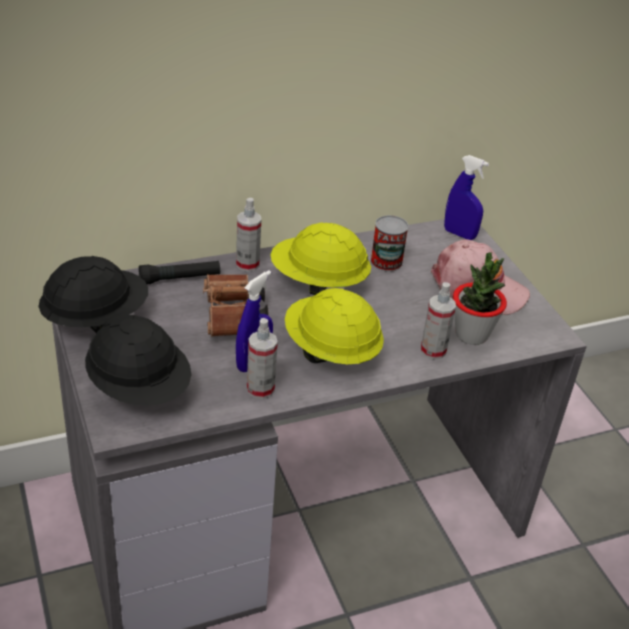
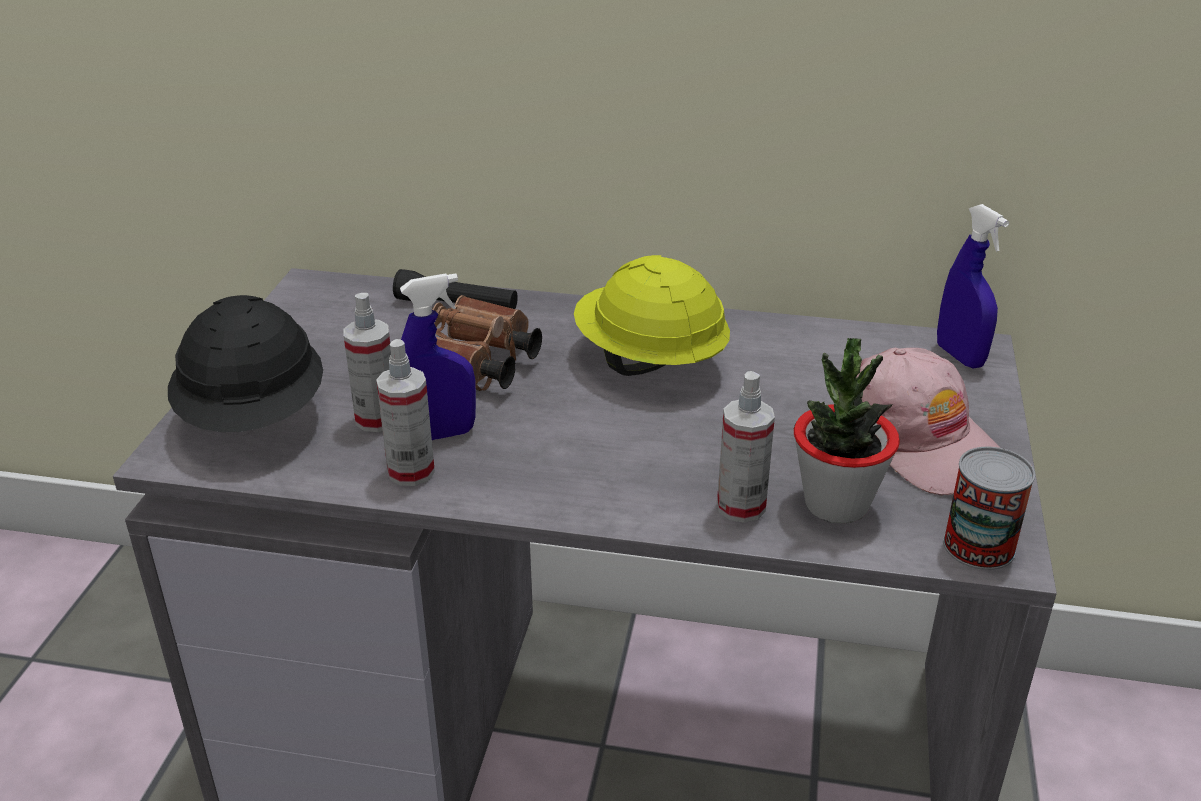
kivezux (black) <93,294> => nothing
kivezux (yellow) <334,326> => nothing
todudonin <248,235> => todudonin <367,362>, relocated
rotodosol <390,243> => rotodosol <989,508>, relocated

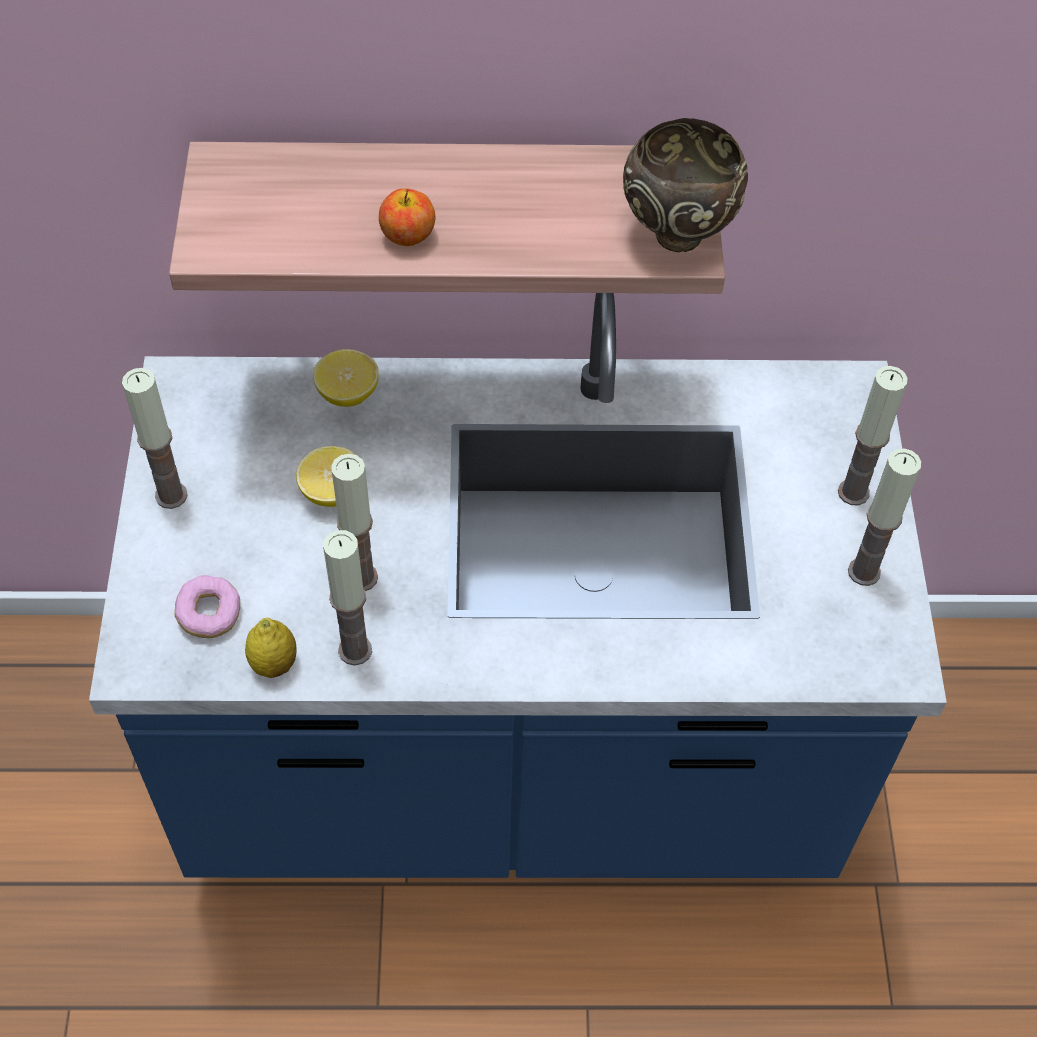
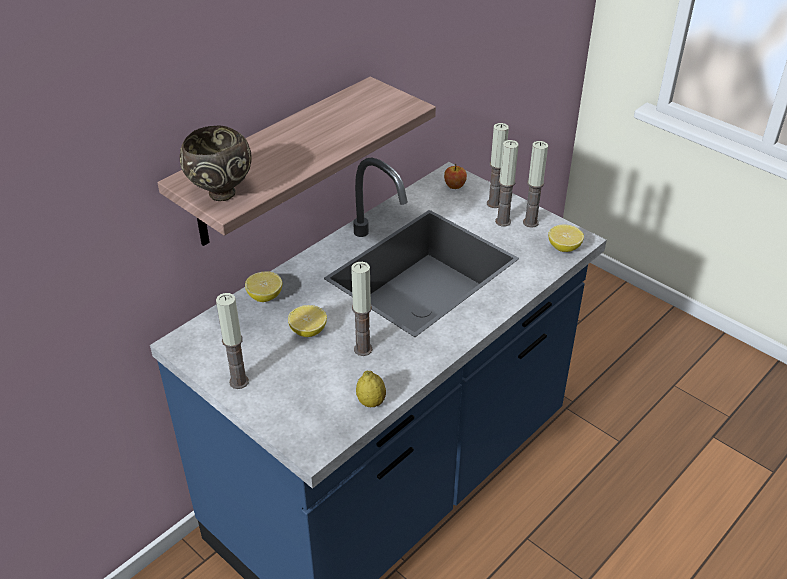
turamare <207,606> => nothing
nothing => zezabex <566,238>
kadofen <347,598> => kadofen <507,183>, relocated
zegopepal <407,217> => zegopepal <455,176>, relocated
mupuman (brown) <685,185> => mupuman (brown) <216,163>, relocated

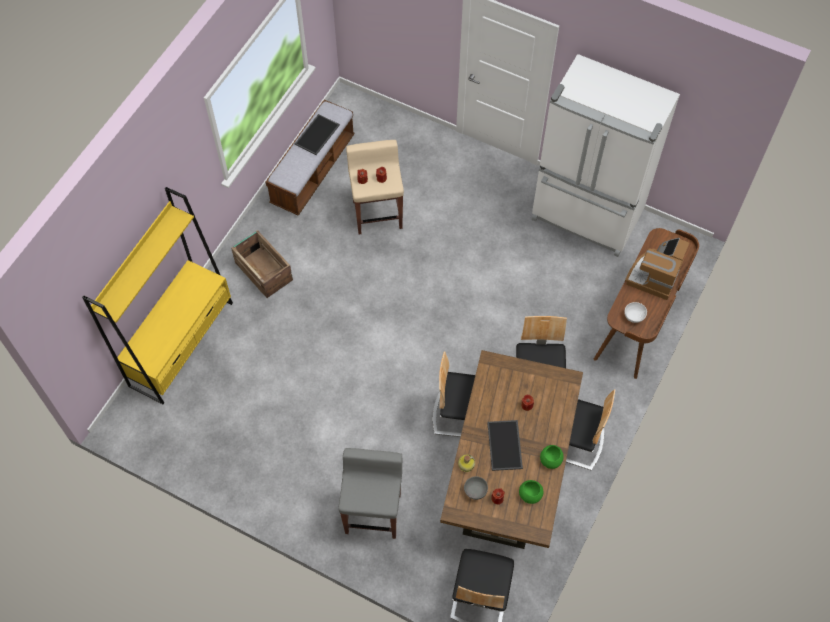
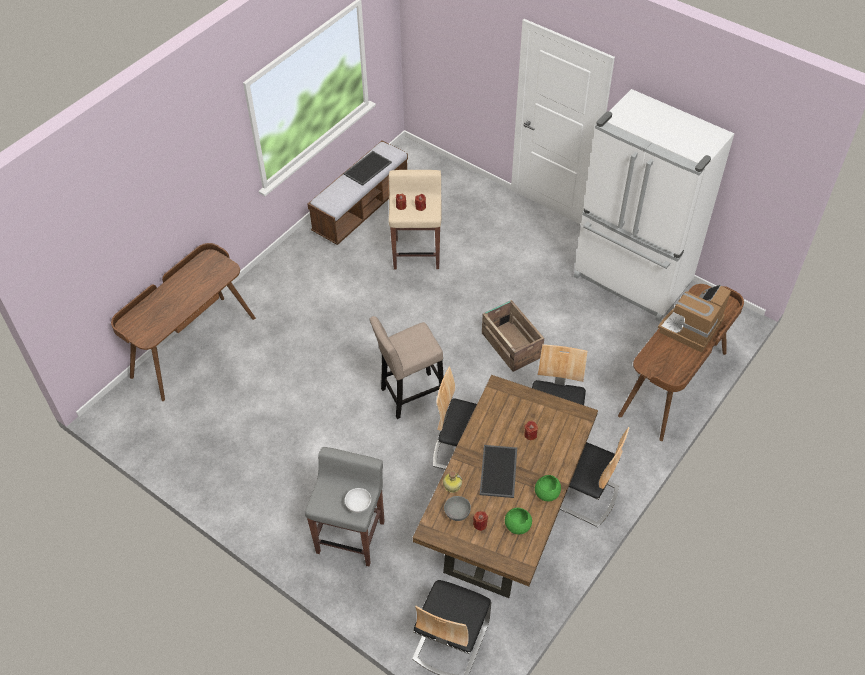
nothing => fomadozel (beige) <407,367>
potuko <262,264> => potuko <513,336>, relocated
mupuman (white) <635,312> => mupuman (white) <358,500>, relocated
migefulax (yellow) <157,295> => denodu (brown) <183,322>

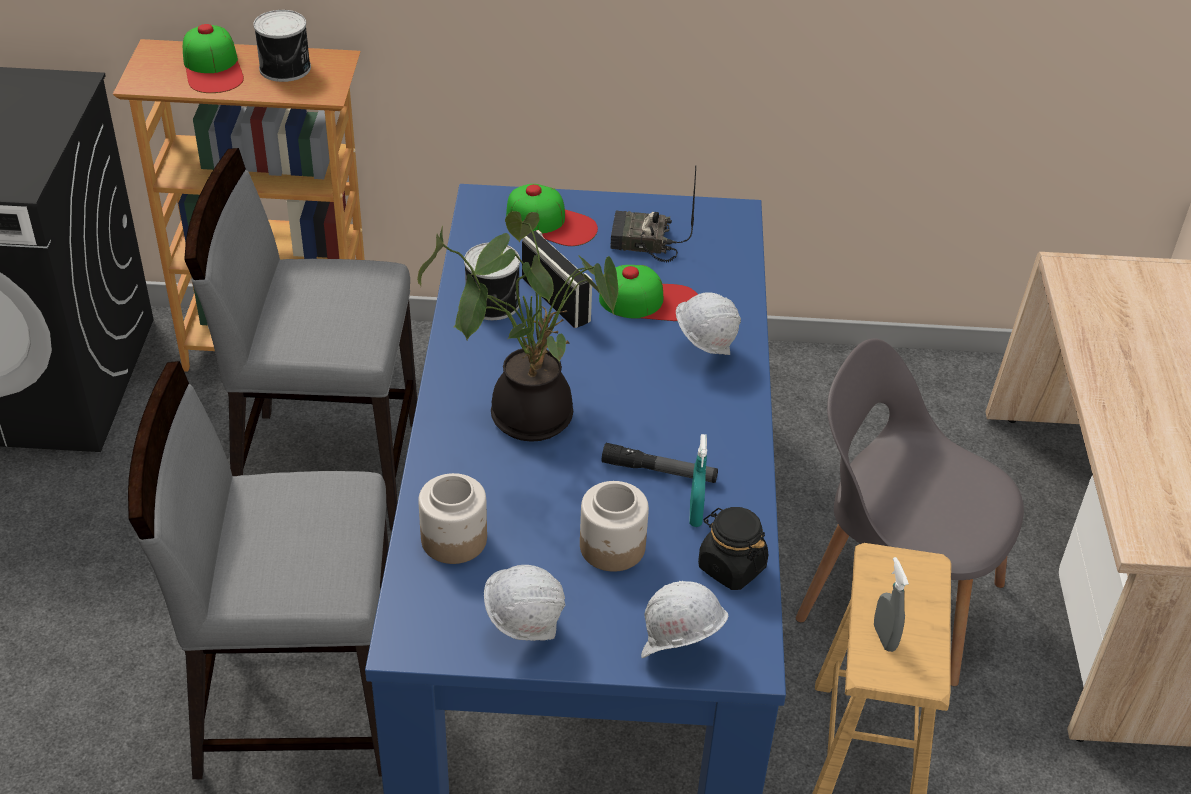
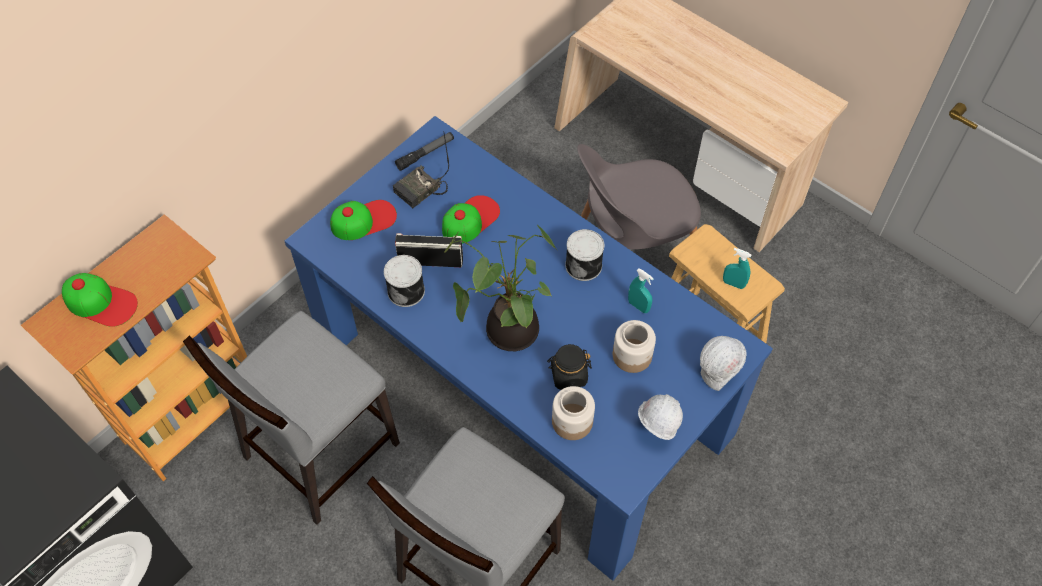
kivezux (white) <708,323> => nothing
rotodosol <282,46> => rotodosol <584,255>, relocated
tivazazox <660,463> => tivazazox <424,151>, relocated
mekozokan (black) <733,548> => mekozokan (black) <569,367>, relocated
todudonin (grey) <891,604> => todudonin (turquoise) <737,268>

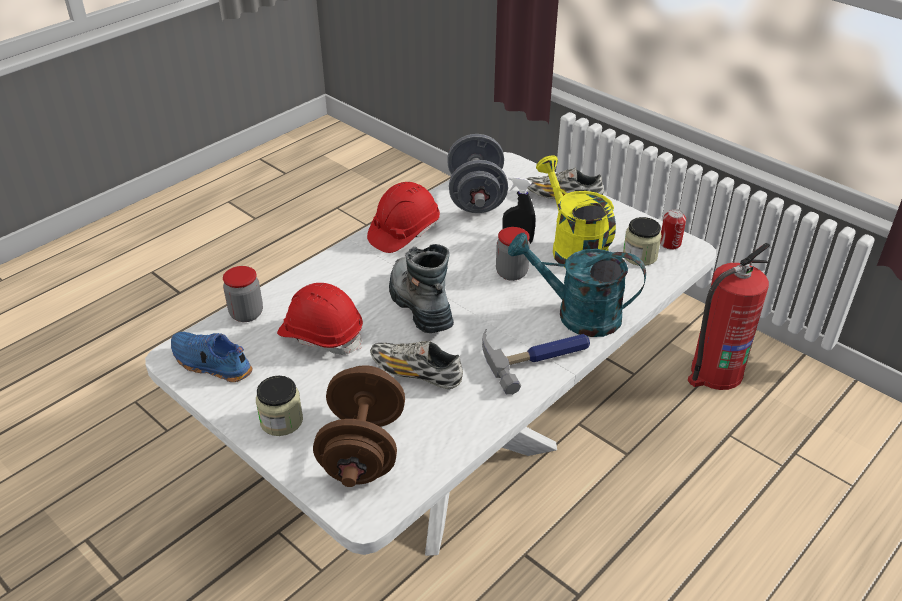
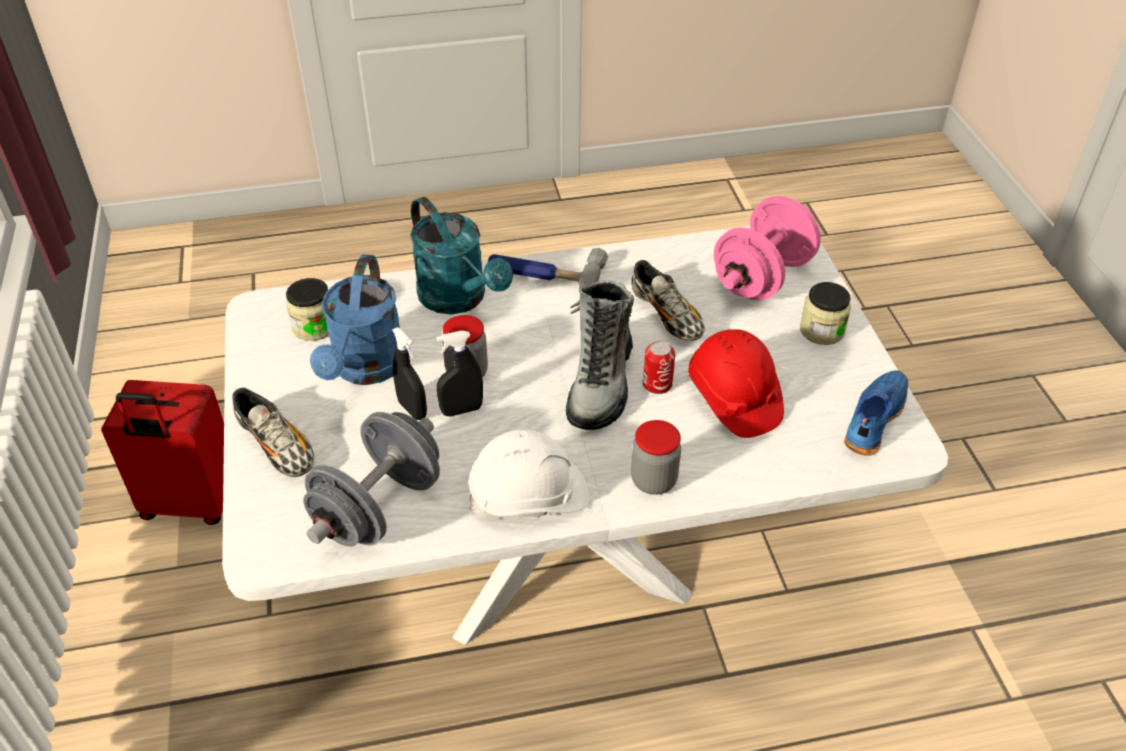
nothing => todudonin (black) <459,374>
mekozokan <243,294> => mekozokan <656,457>, relocated
rotodosol <673,229> => rotodosol <659,367>, relocated
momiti <729,316> => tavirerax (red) <162,452>
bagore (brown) <359,426> => bagore (pink) <767,248>
kivezux (red) <403,217> => kivezux (white) <529,474>
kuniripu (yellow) <576,209> => kuniripu (blue) <355,320>
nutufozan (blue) <211,357> => nutufozan (blue) <876,413>, 120 degrees counterclockwise

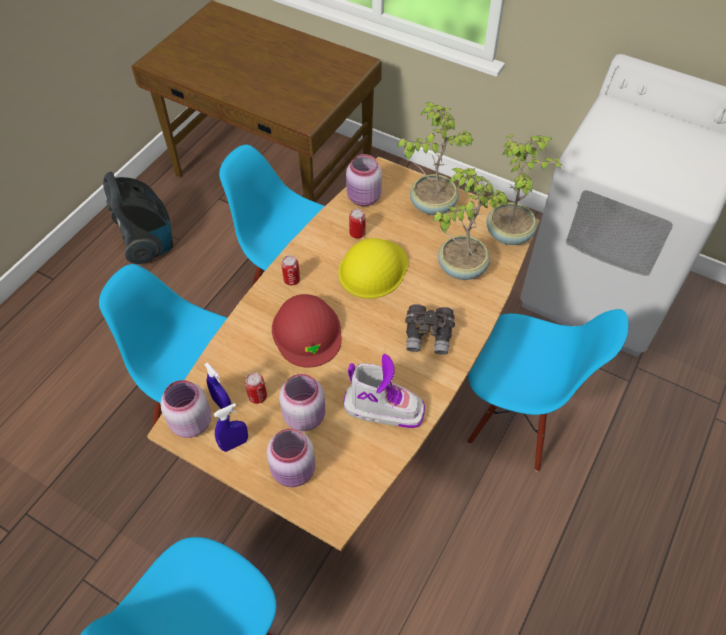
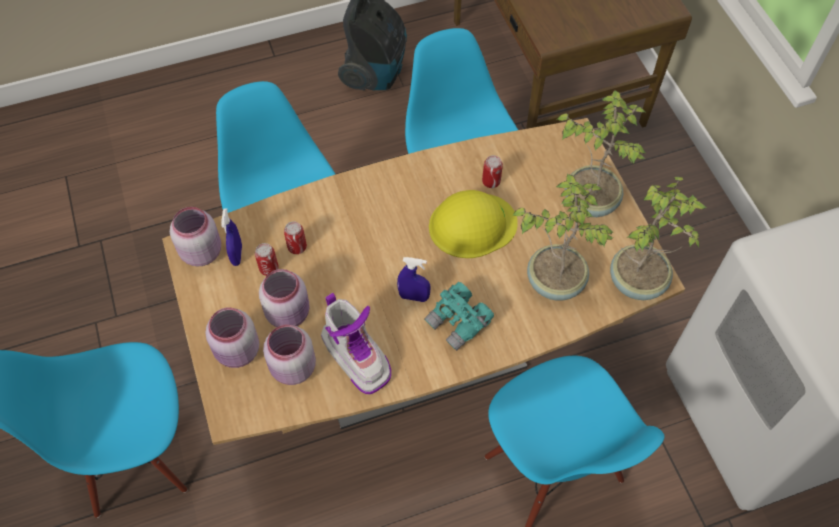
kivezux (red) <307,331> => nothing
todudonin (blue) <231,427> => todudonin (blue) <414,279>, relocated
rotodosol <290,270> => rotodosol <295,237>, relocated
mekozokan (pink) <364,180> => mekozokan (pink) <289,355>, relocated
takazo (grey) <430,329> => takazo (turquoise) <459,316>

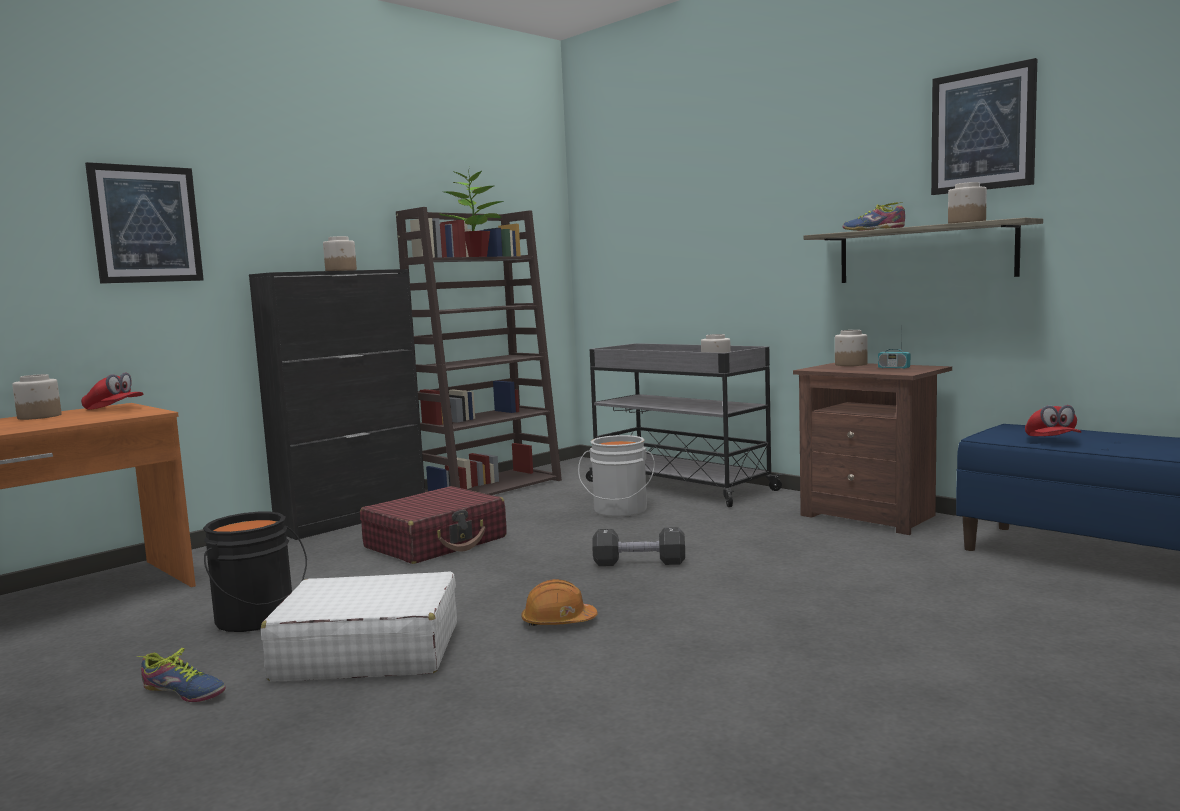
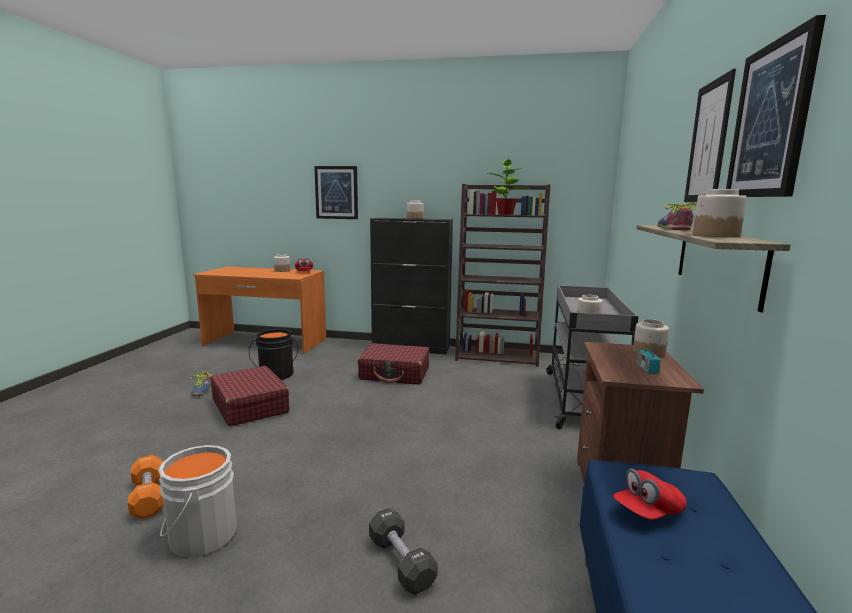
kivezux (orange) <559,602> => nothing
nothing => bagore (orange) <146,487>
nothing => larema <710,135>
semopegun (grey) <616,476> => semopegun (grey) <197,501>, relocated
bagore (black) <638,546> => bagore (black) <403,551>, relocated
tavirerax (white) <359,626> => tavirerax (red) <249,396>

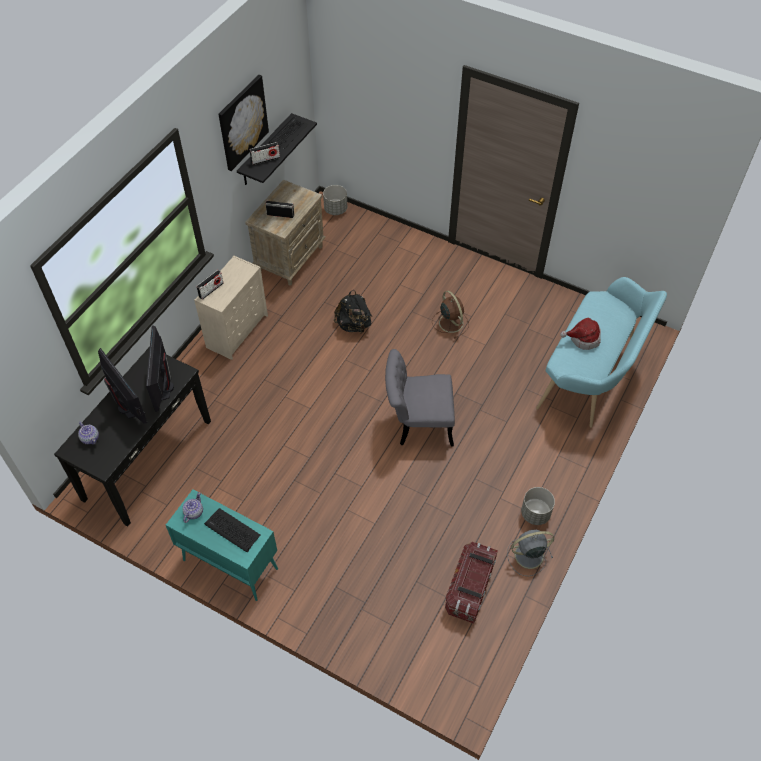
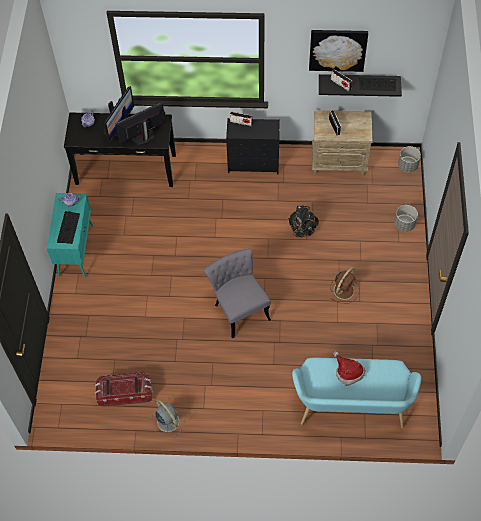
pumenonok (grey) <538,506> => pumenonok (grey) <406,218>, relocated
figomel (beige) <231,307> => figomel (black) <253,146>

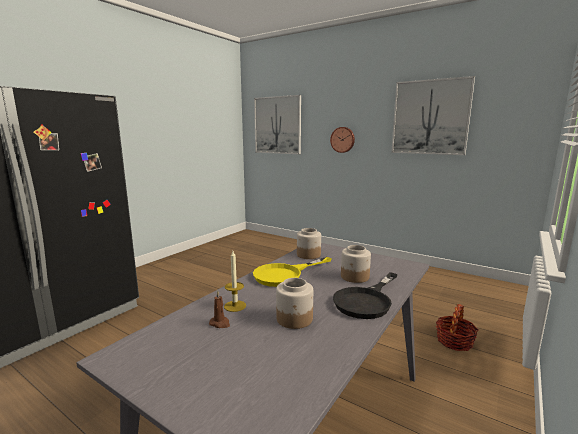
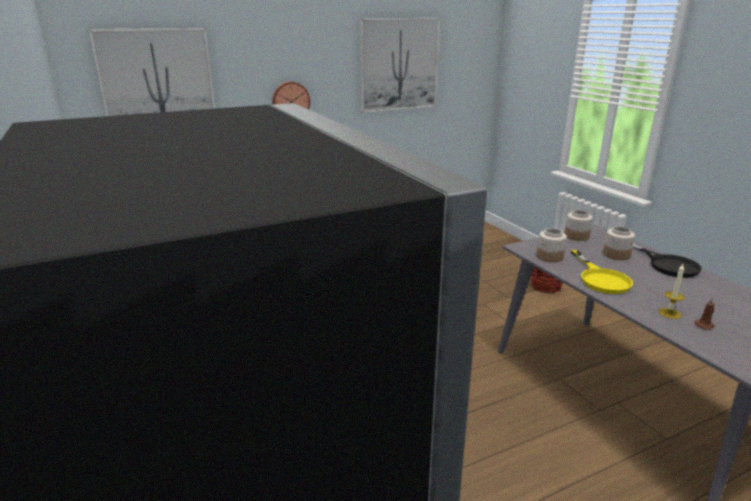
mekozokan <294,303> => mekozokan <578,225>, relocated

